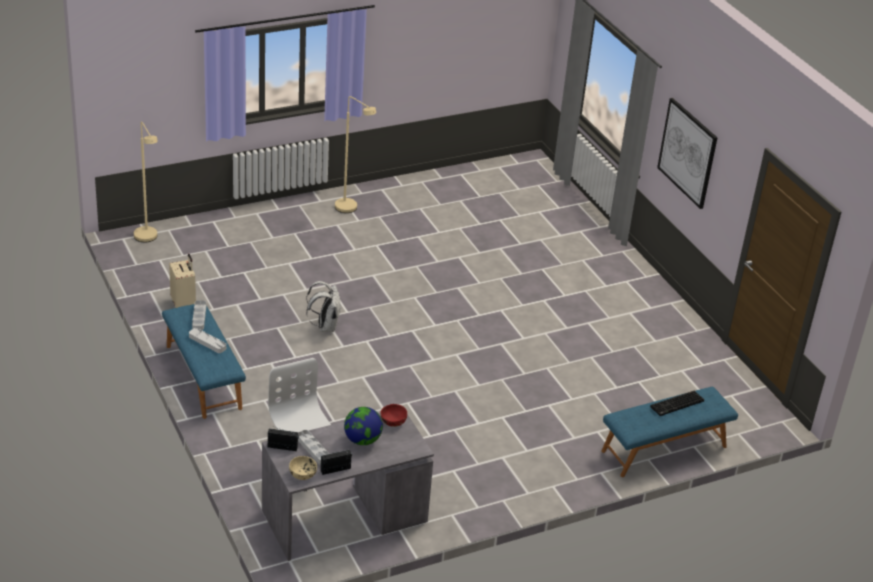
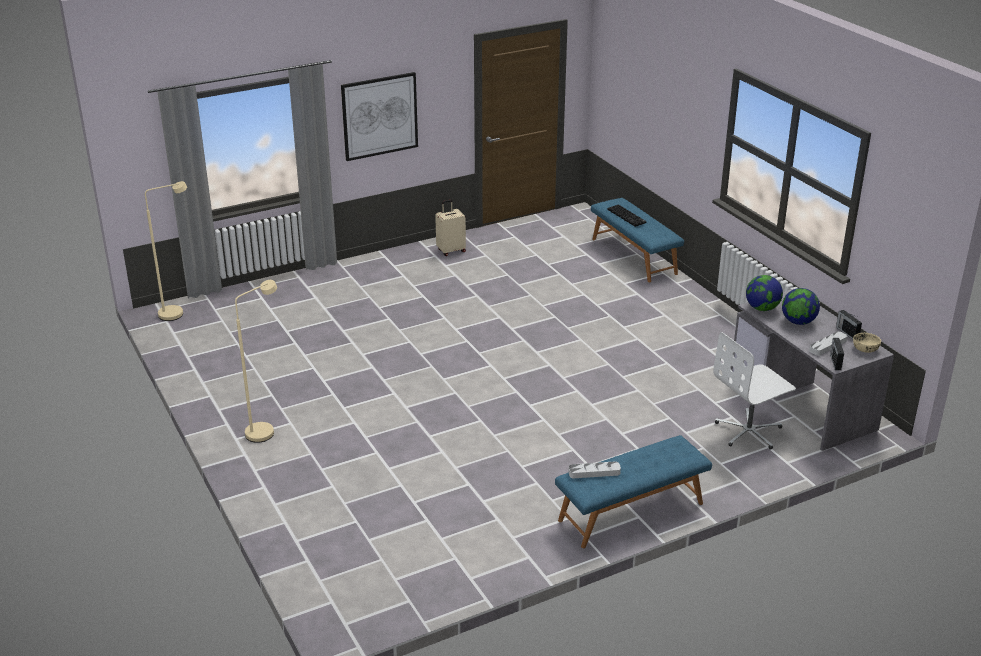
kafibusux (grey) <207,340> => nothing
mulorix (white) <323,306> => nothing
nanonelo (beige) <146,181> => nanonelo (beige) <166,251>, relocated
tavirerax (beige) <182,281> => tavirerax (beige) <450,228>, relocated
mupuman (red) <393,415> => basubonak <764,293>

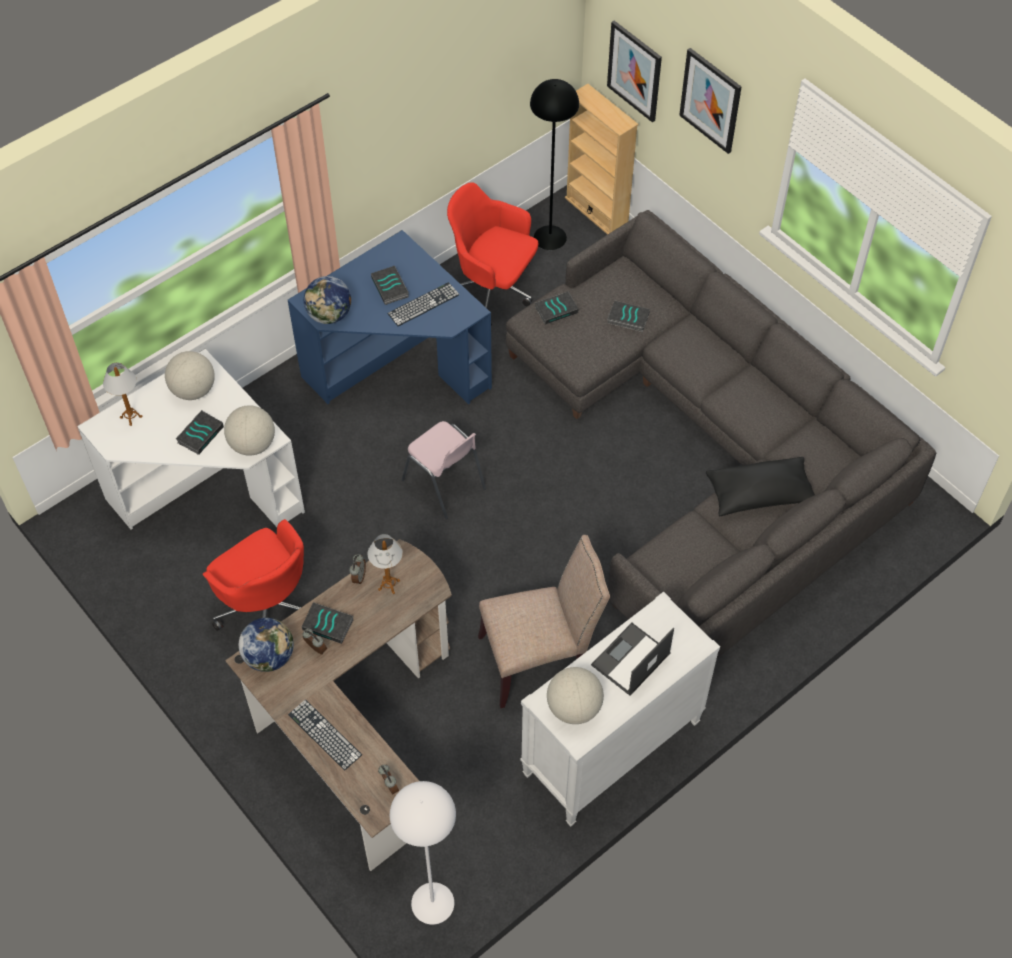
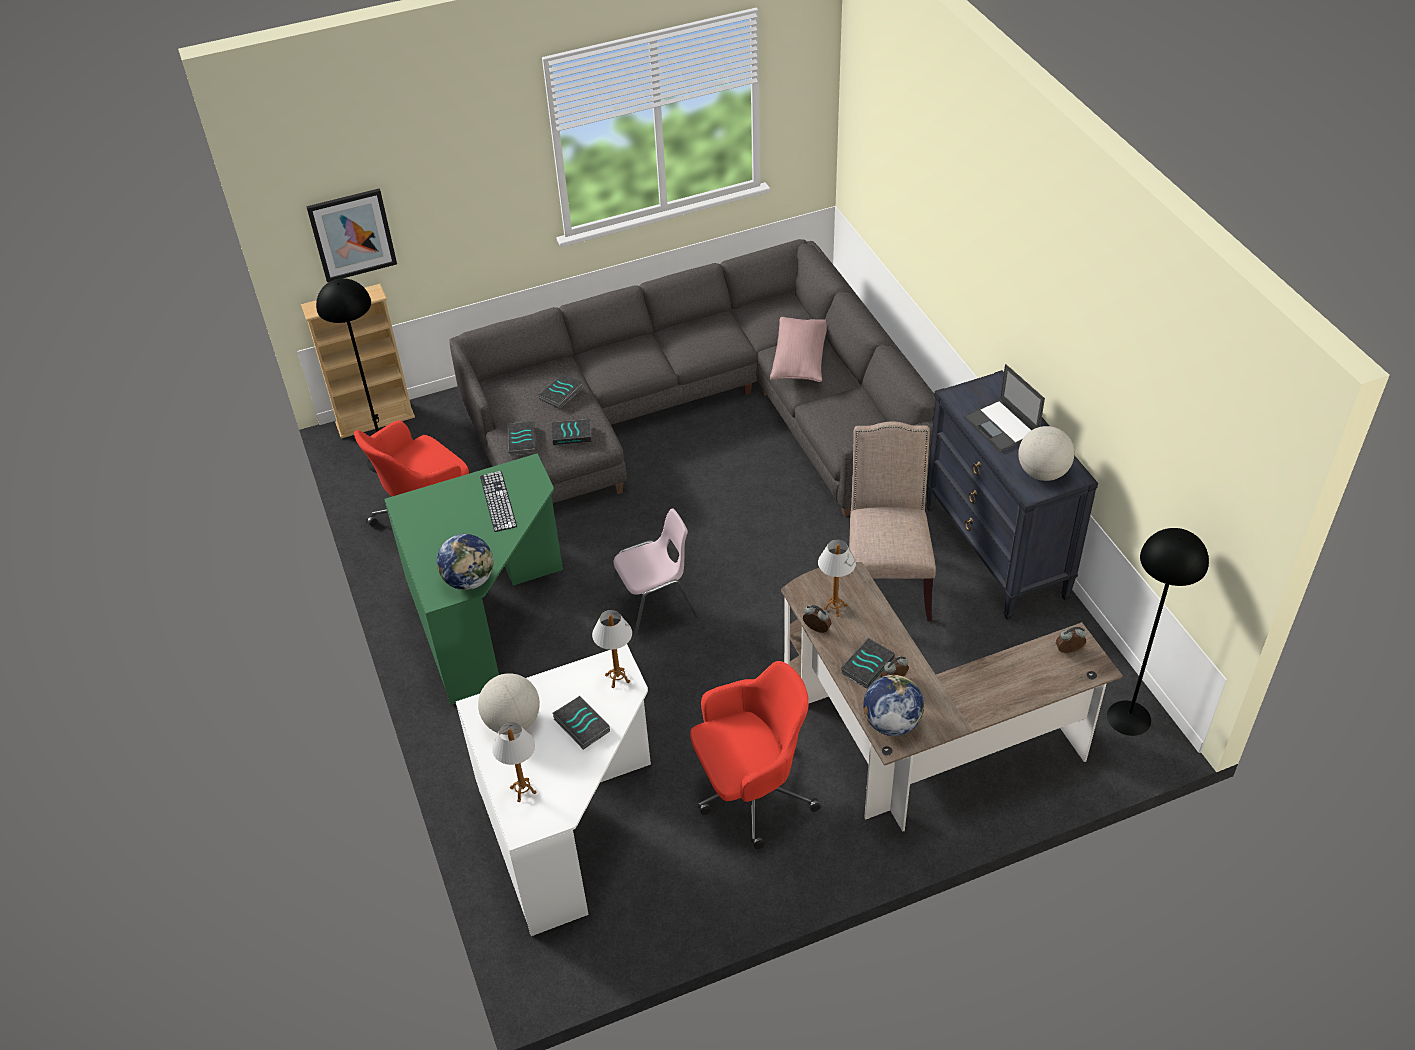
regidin <325,734> => nothing
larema <710,101> => nothing
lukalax <390,285> => lukalax <571,432>, relocated
basubonak <249,430> => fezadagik <612,649>
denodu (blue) <390,317> => denodu (green) <473,579>
nanonelo (white) <423,853> => nanonelo (black) <1158,632>
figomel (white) <620,709> => figomel (black) <1012,495>
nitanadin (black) <760,486> => nitanadin (pink) <798,349>

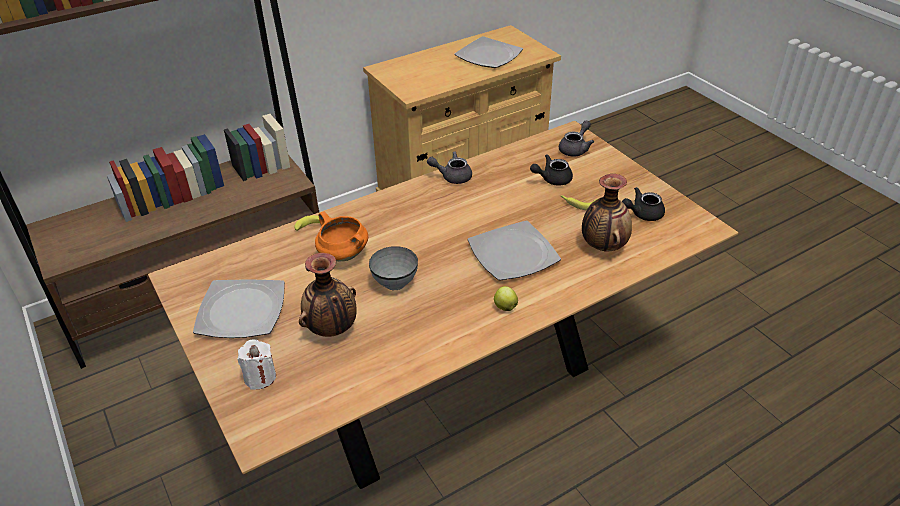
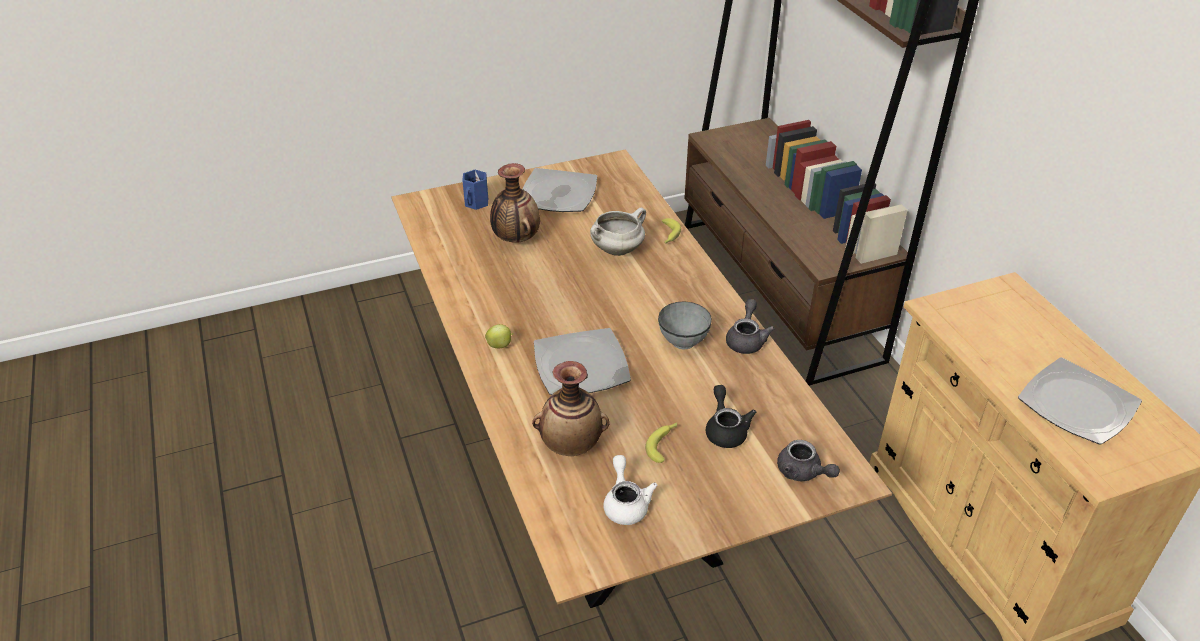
mupuman (grey) <393,268> => mupuman (grey) <685,325>, relocated
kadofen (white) <257,364> => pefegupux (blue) <475,190>
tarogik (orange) <341,236> => tarogik (white) <618,232>
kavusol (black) <643,204> => kavusol (white) <630,490>

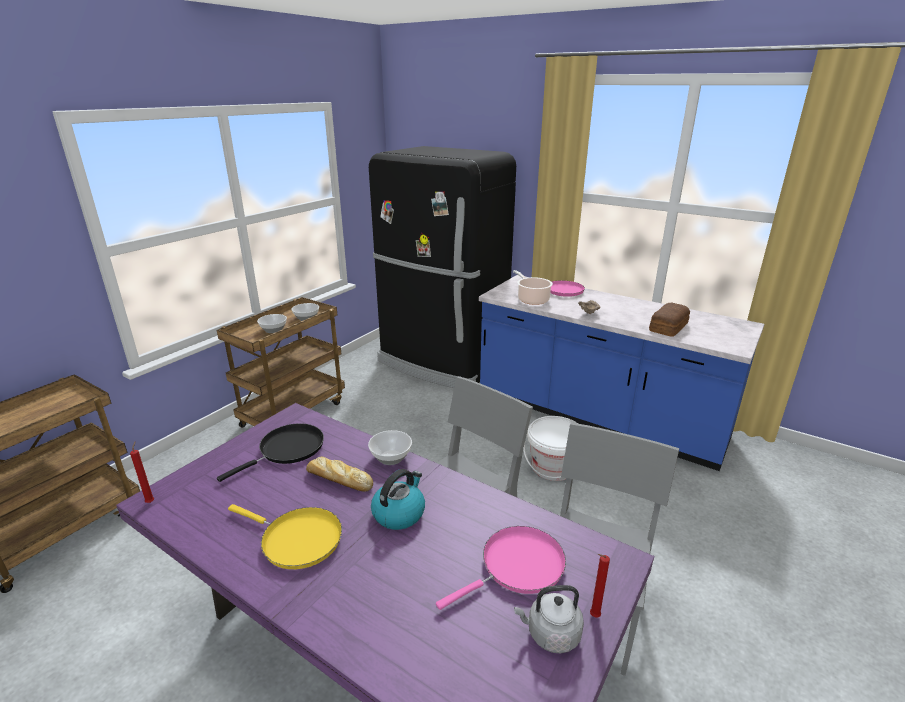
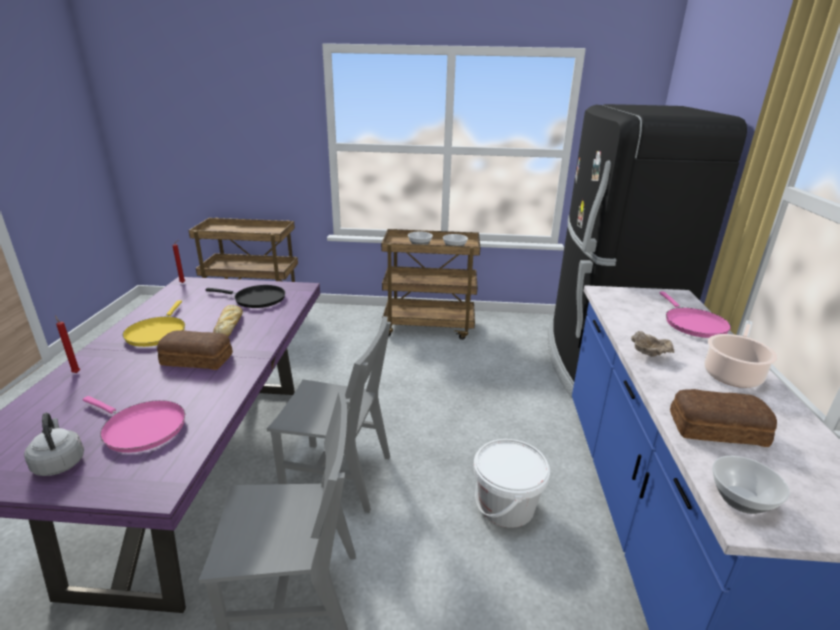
mupuman <390,447> => mupuman <751,485>, relocated
tarogik <533,287> => tarogik <741,354>, relocated
kadofen (red) <600,586> => kadofen (red) <67,344>, relocated
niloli <398,499> => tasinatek <195,350>

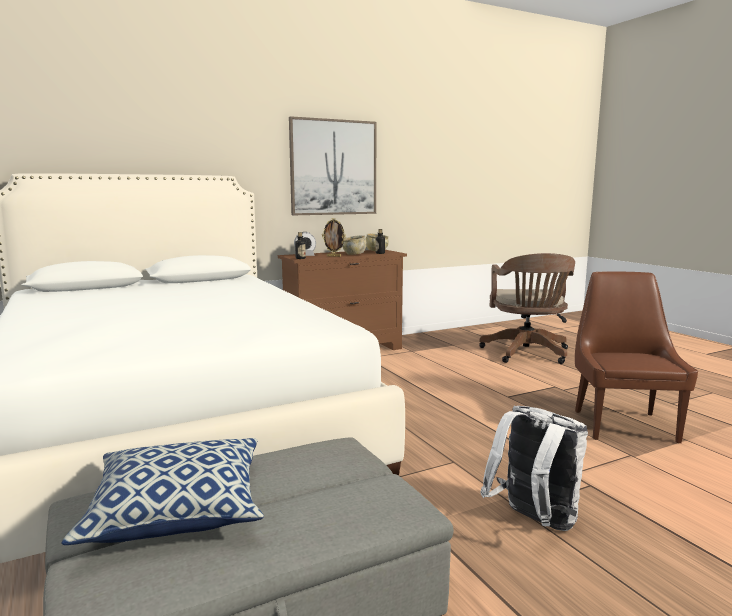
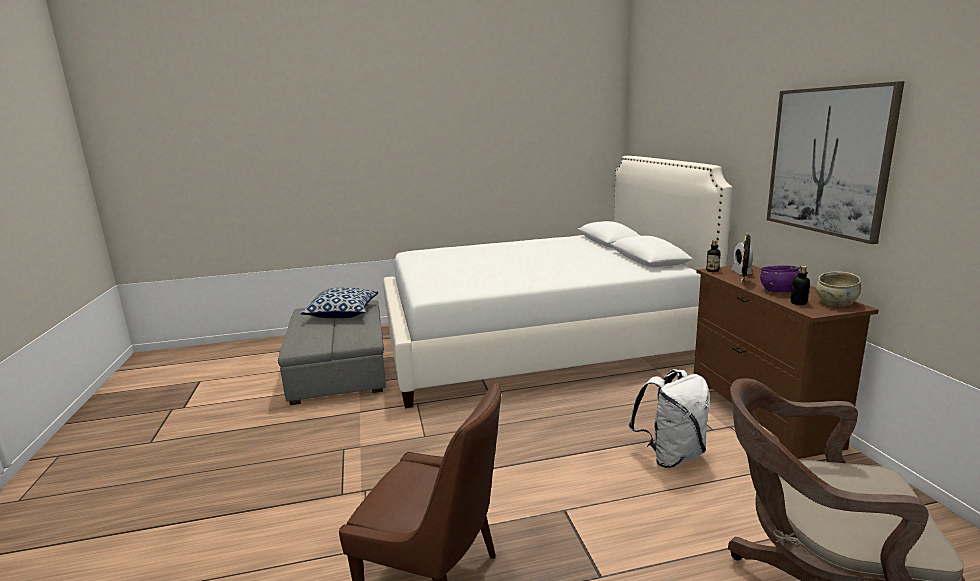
mulorix (white) <534,468> => mulorix (white) <669,418>, relocated
mupuman (beige) <354,245> => mupuman (purple) <780,278>

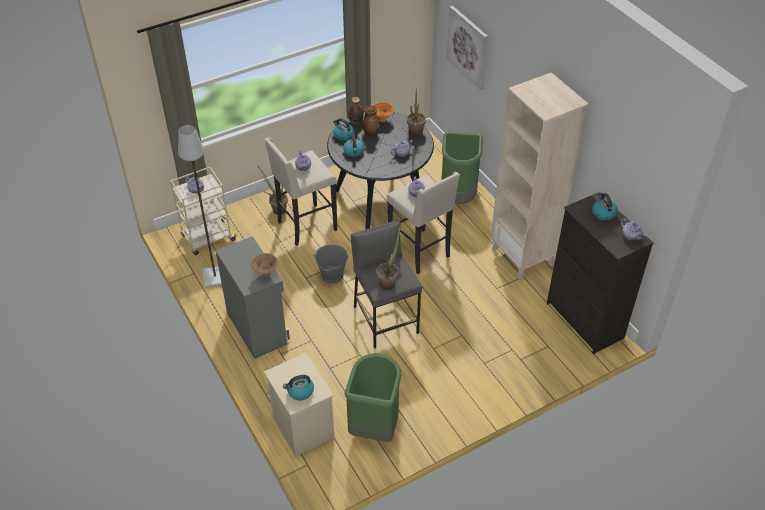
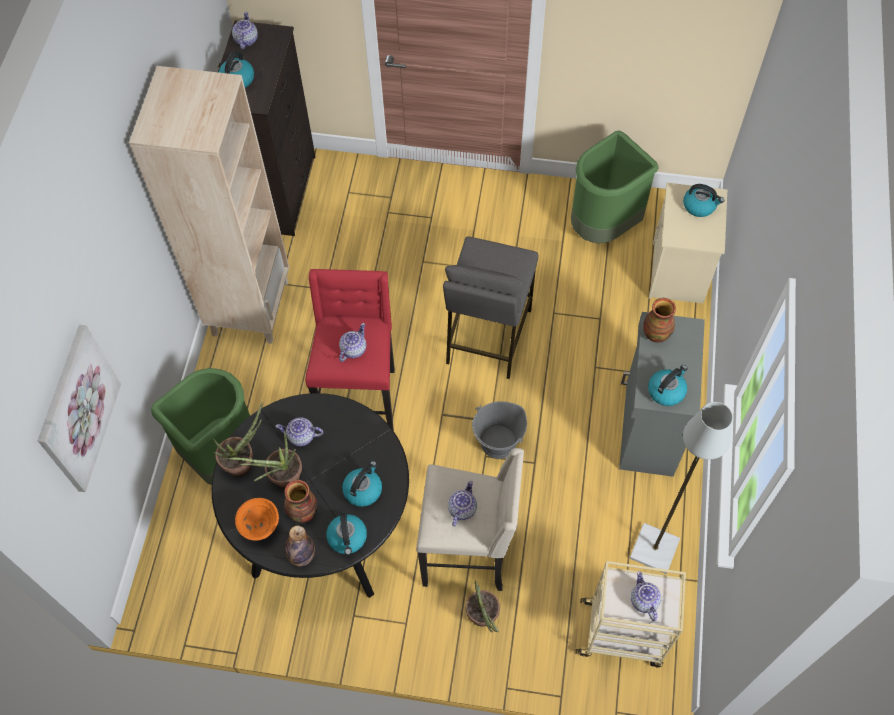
nothing => niloli <668,385>
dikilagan <388,258> => dikilagan <265,460>, relocated
mupuman (brown) <264,265> => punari <659,320>
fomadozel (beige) <423,223> => fomadozel (red) <350,350>

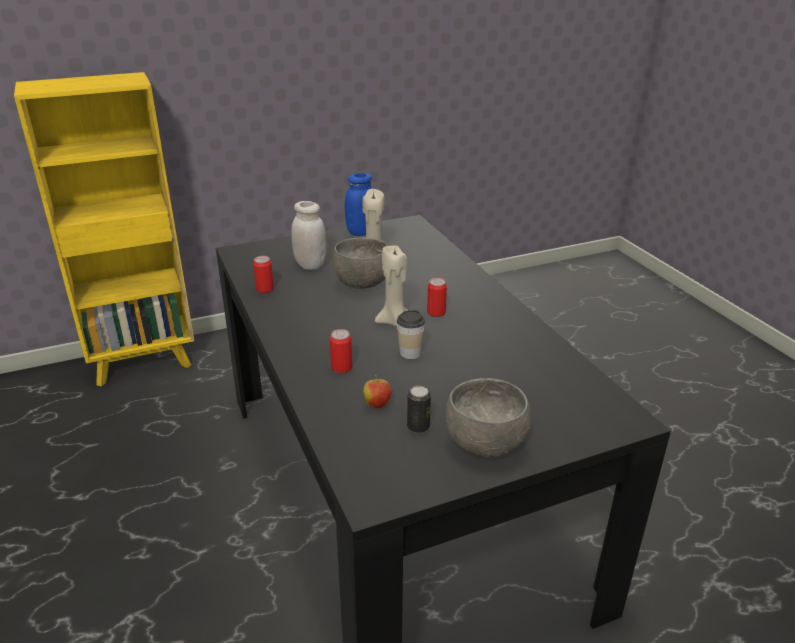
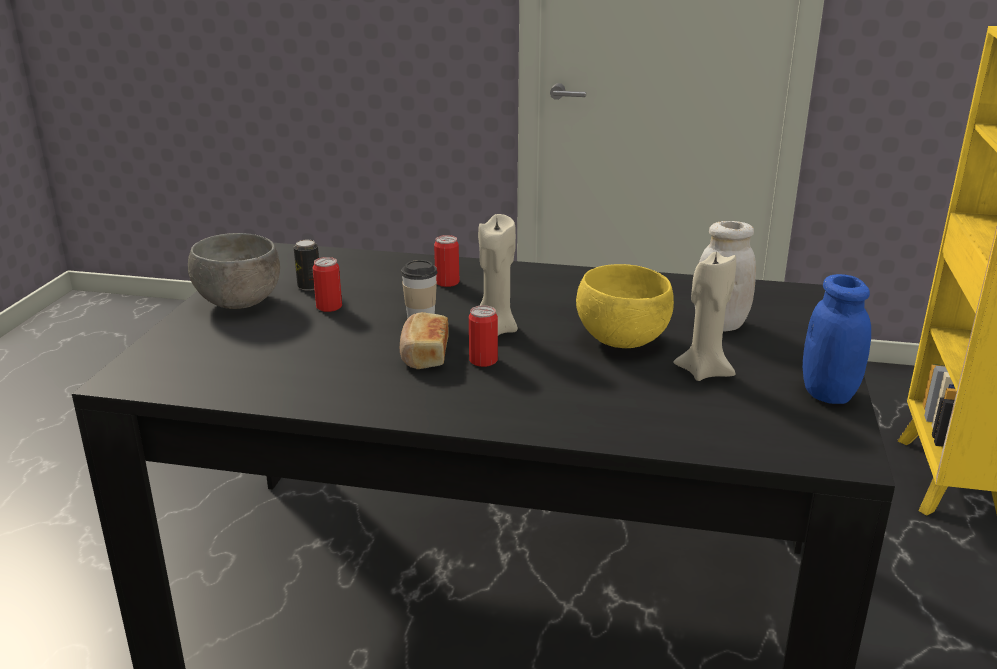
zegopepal <377,391> => nothing
nothing => tasinatek <424,340>
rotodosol <263,274> => rotodosol <327,284>, relocated
mupuman (grey) <360,263> => mupuman (yellow) <625,306>

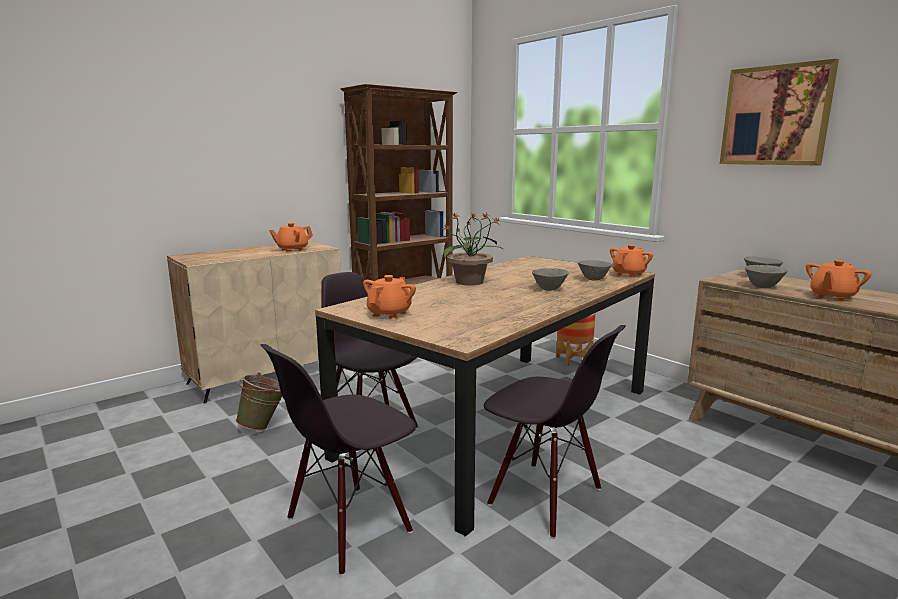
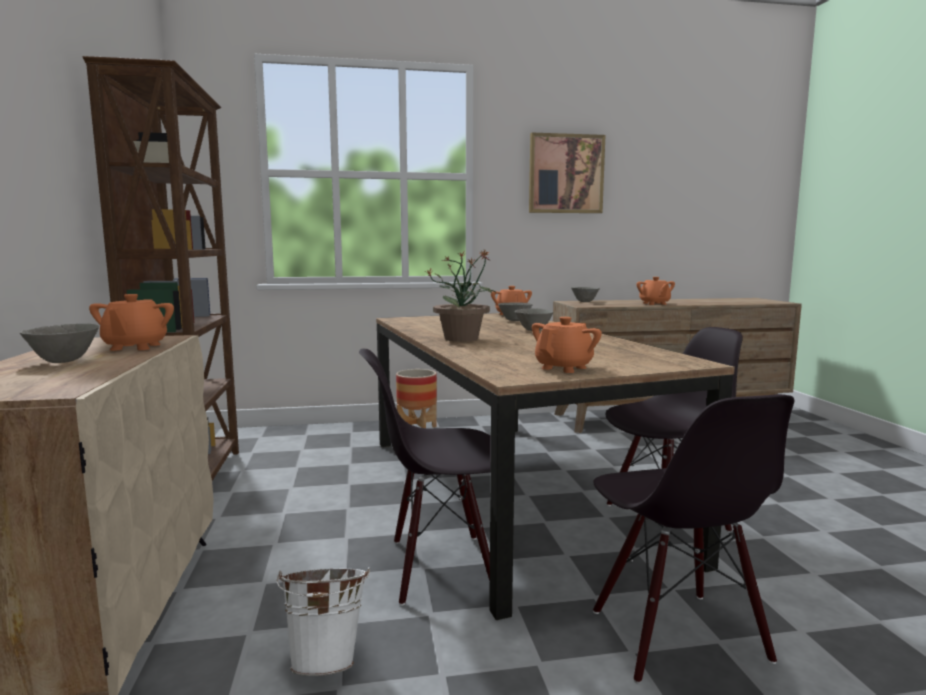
mupuman (grey) <766,276> => mupuman (grey) <59,343>, relocated
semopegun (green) <259,401> => semopegun (white) <323,621>
kavusol (orange) <389,297> => kavusol (orange) <567,345>, 75 degrees clockwise

